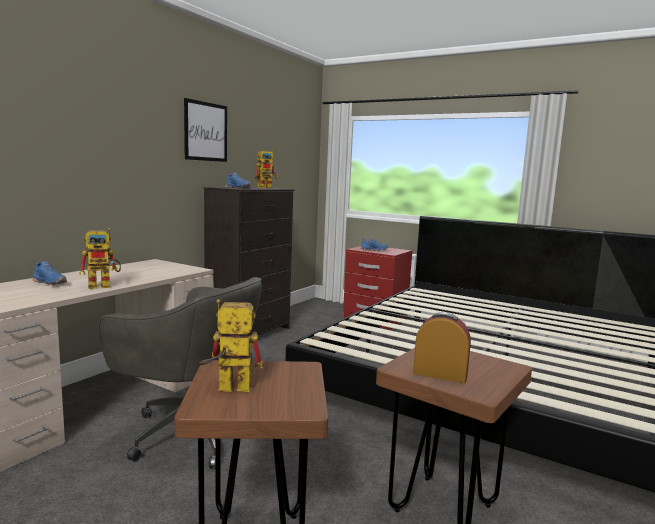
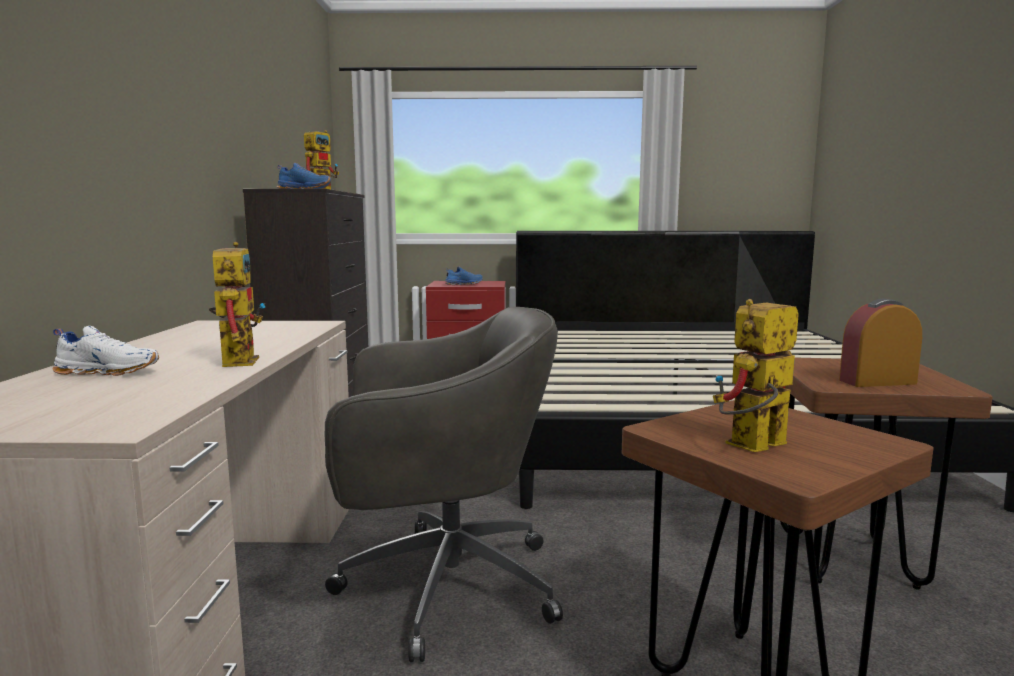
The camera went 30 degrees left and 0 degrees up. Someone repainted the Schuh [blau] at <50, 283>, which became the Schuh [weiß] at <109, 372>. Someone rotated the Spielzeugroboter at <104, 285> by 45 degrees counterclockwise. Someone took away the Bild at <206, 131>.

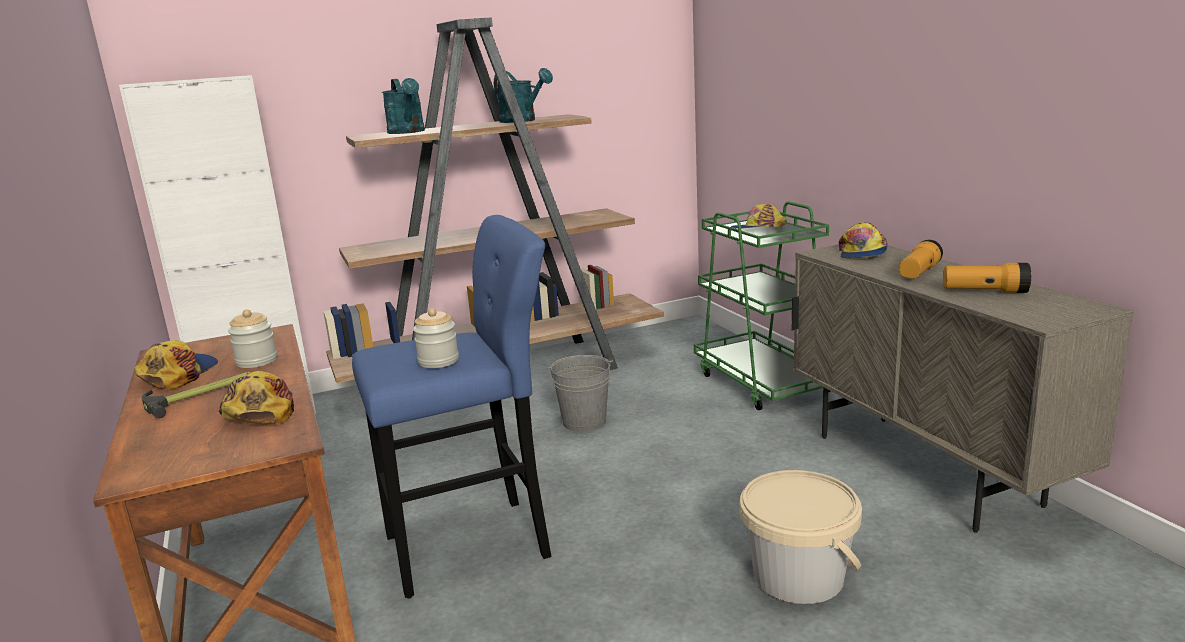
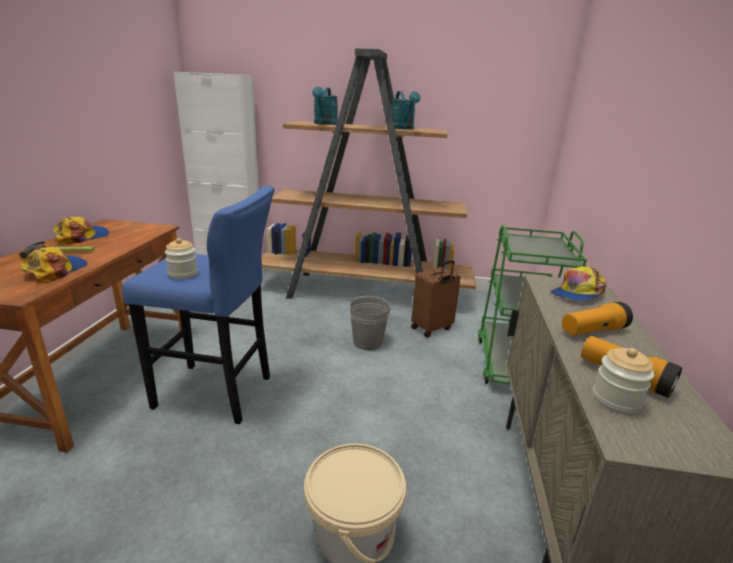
The camera went 30 degrees right and 5 degrees up. Someone carried the Vorratsglas from <257, 361> to <616, 401>. Someone took away the Kappe at <758, 229>. Someone put down the Koffer [braun] at <432, 329>.

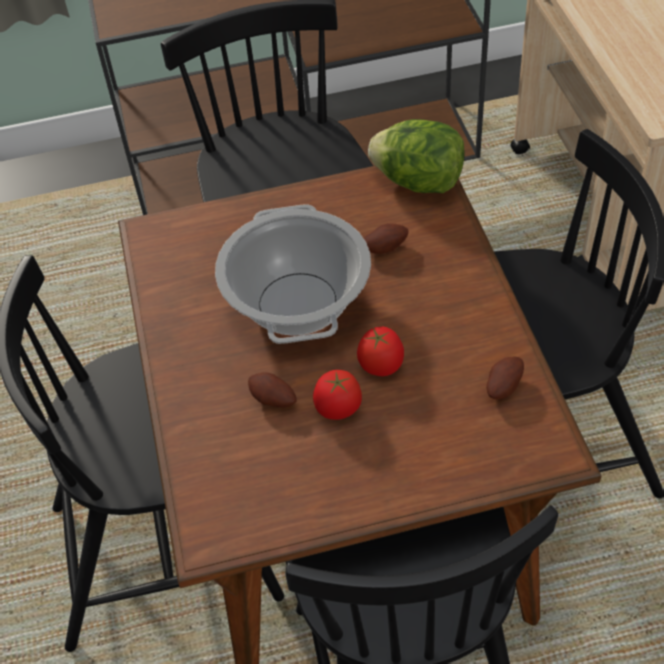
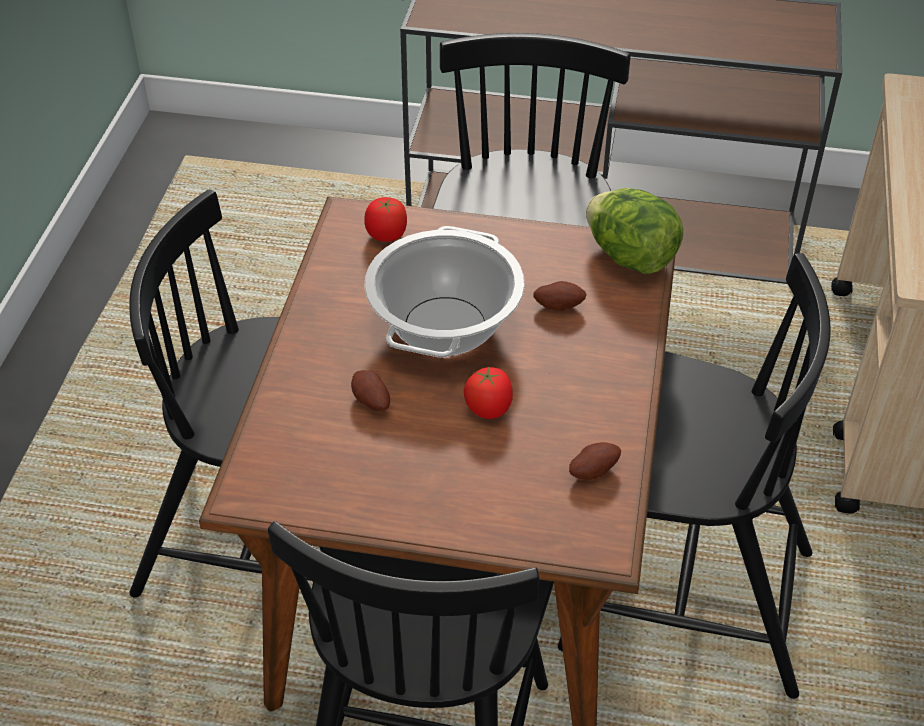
The camera went 20 degrees right and 5 degrees down. Someone carried the Tomate from <338, 408> to <386, 235>.

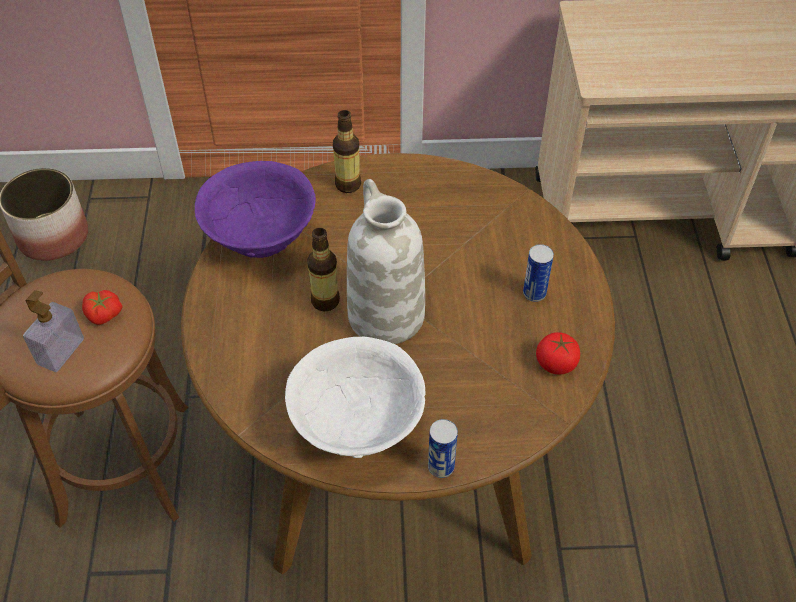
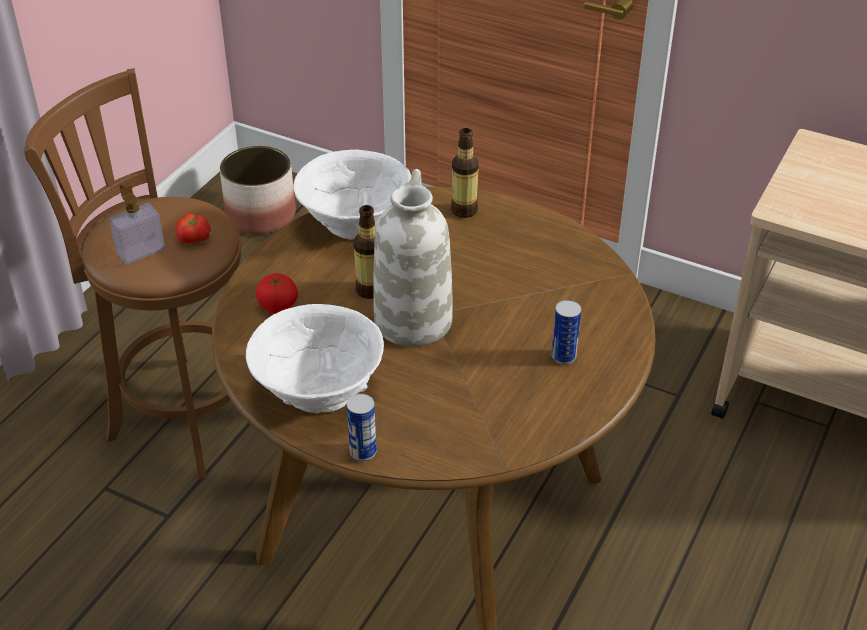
The camera went 30 degrees right and 10 degrees down. Someone repainted the Schüssel [lila] at <261, 239>, which became the Schüssel [weiß] at <355, 224>. Someone carried the Tomate from <555, 363> to <277, 306>.

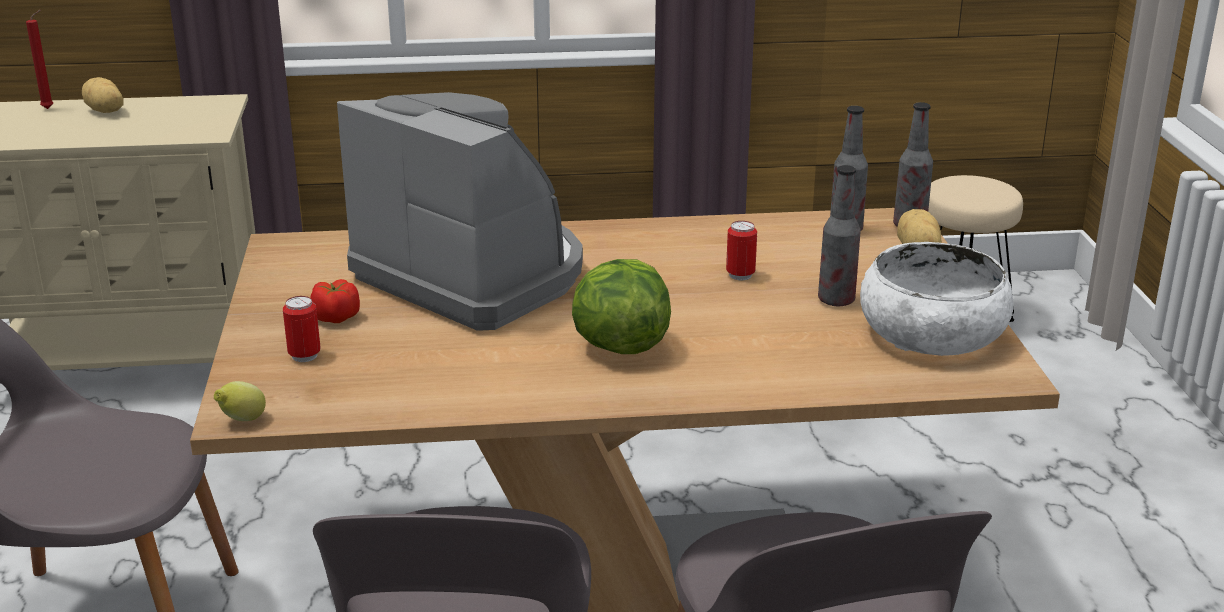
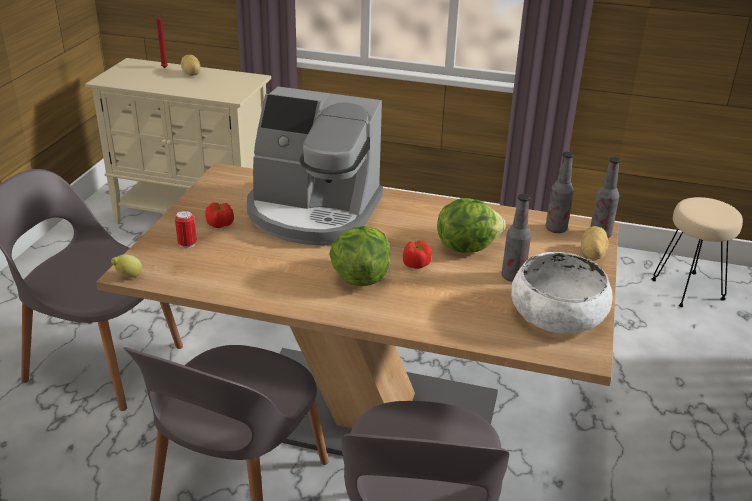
The camera went 20 degrees right and 5 degrees up. Someone rotated the Kaffeemaschine at <474, 274> by 135 degrees clockwise. Someone swapped the Dose at <740, 275> for the Salatkopf at <466, 246>. Someone put down the Tomate at <416, 264>.

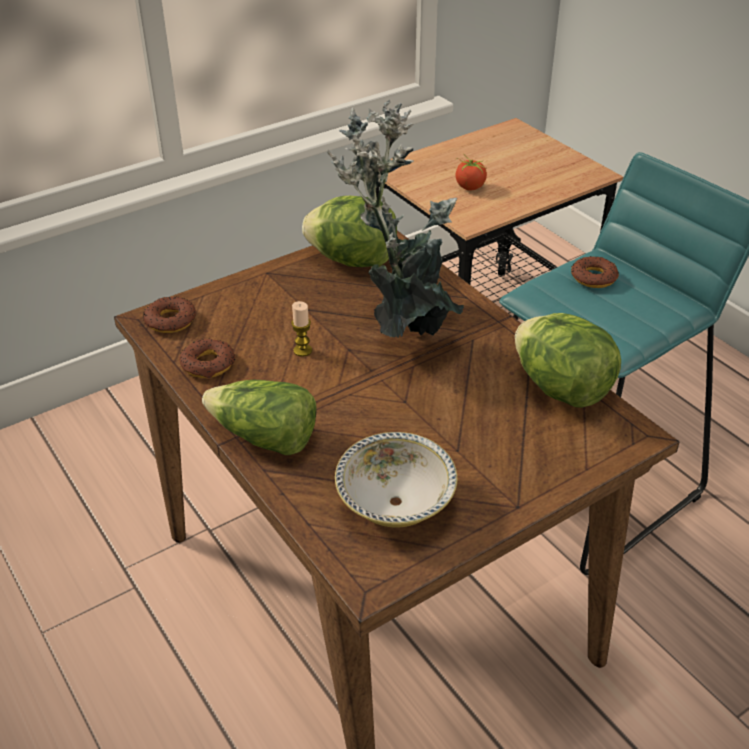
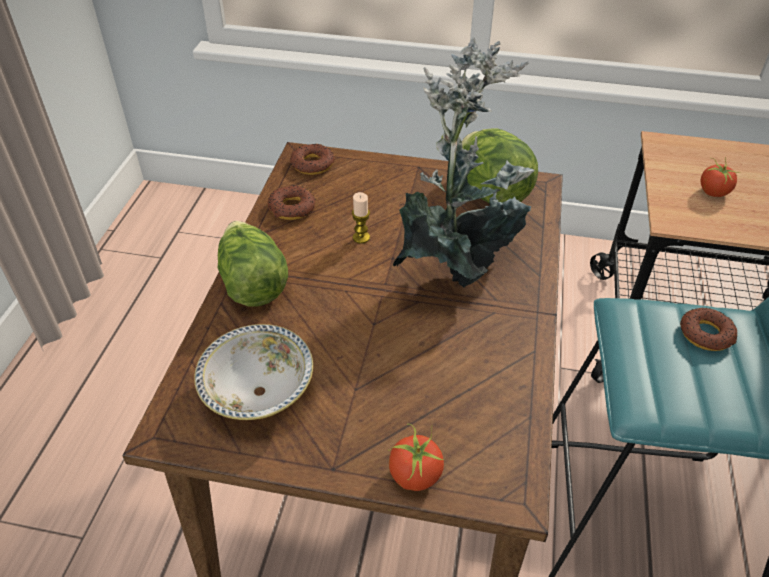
The camera went 45 degrees right and 5 degrees up. Someone took away the Salatkopf at <561, 389>. Someone put down the Tomate at <415, 475>.

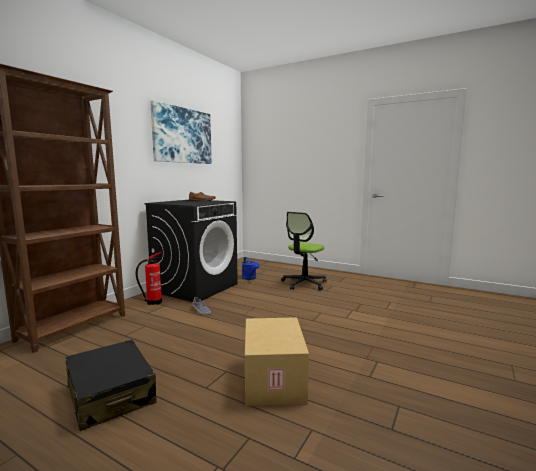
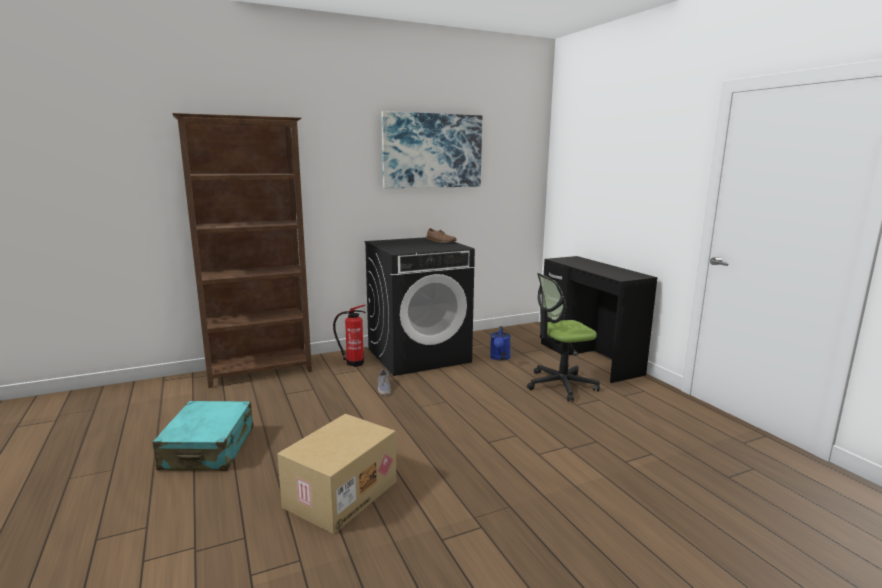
The camera went 35 degrees right and 5 degrees up. Someone repainted the Koffer [schwarz] at <111, 394>, which became the Koffer [türkis] at <209, 448>. Someone put down the Schreibtisch [schwarz] at <589, 358>.

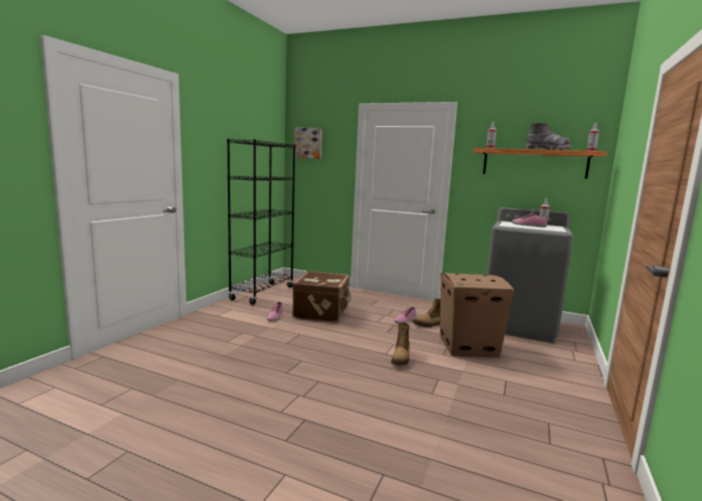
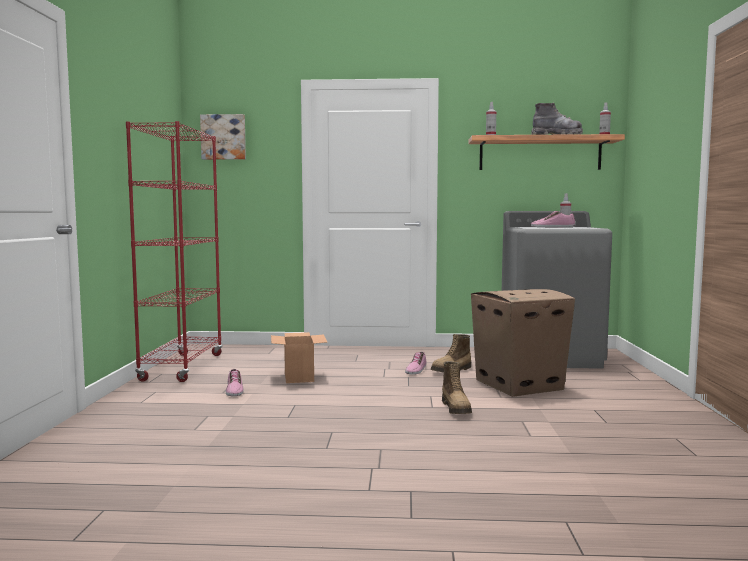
The camera went 20 degrees left and 5 degrees down. Someone repainted the Bücherregal [schwarz] at <262, 293>, which became the Bücherregal [rot] at <182, 367>. Someone swapped the Koffer [braun] at <322, 312> for the Karton at <298, 377>.

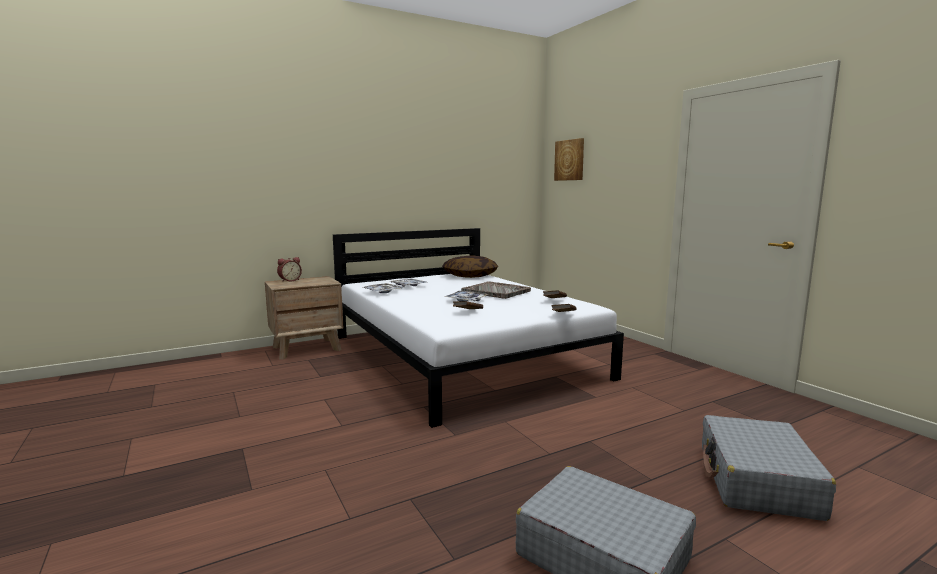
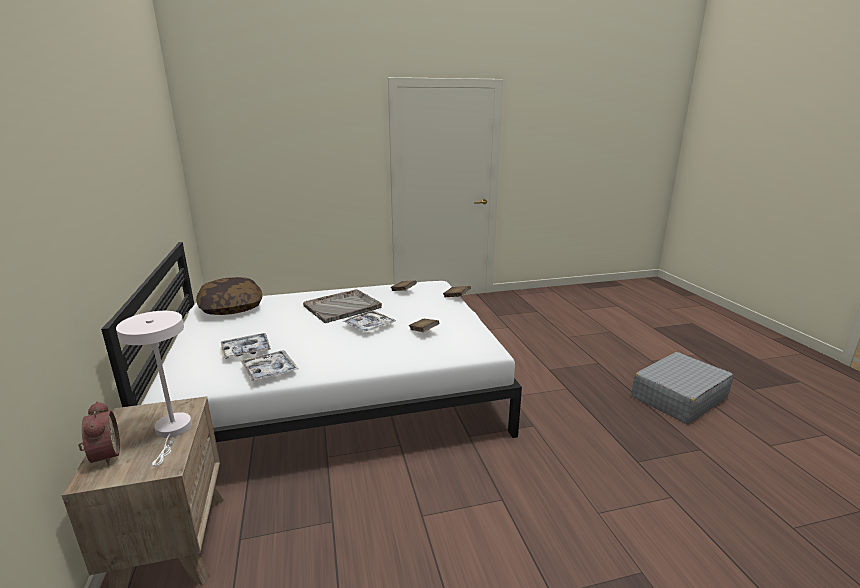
The camera went 75 degrees left and 10 degrees up. Someone took away the Bild at <569, 160>. Someone took away the Koffer [grau] at <757, 481>. Someone put down the Tischlampe [weiß] at <173, 431>.

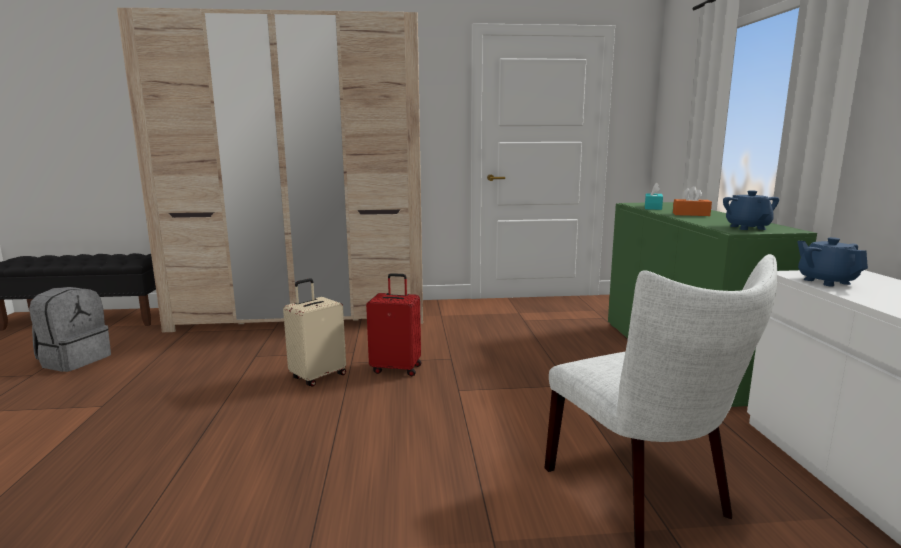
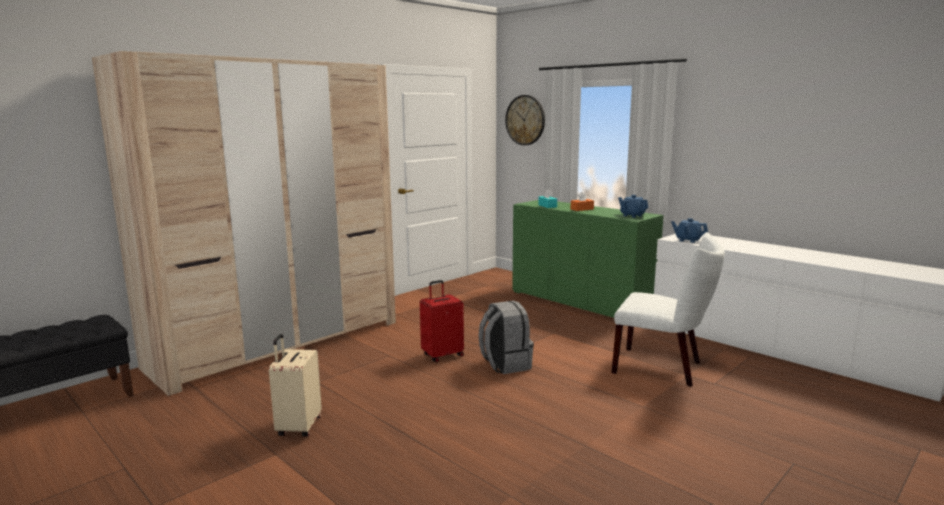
The camera went 40 degrees left and 0 degrees up. Someone carried the Rucksack [grau] from <75, 360> to <505, 364>. Someone carried the Koffer [beige] from <318, 376> to <298, 427>. Someone put up the Wanduhr at <525, 120>.

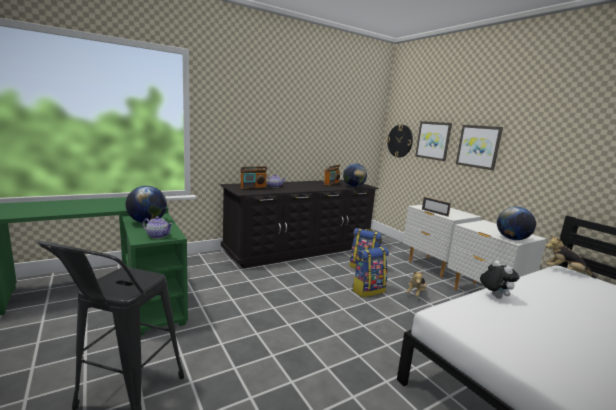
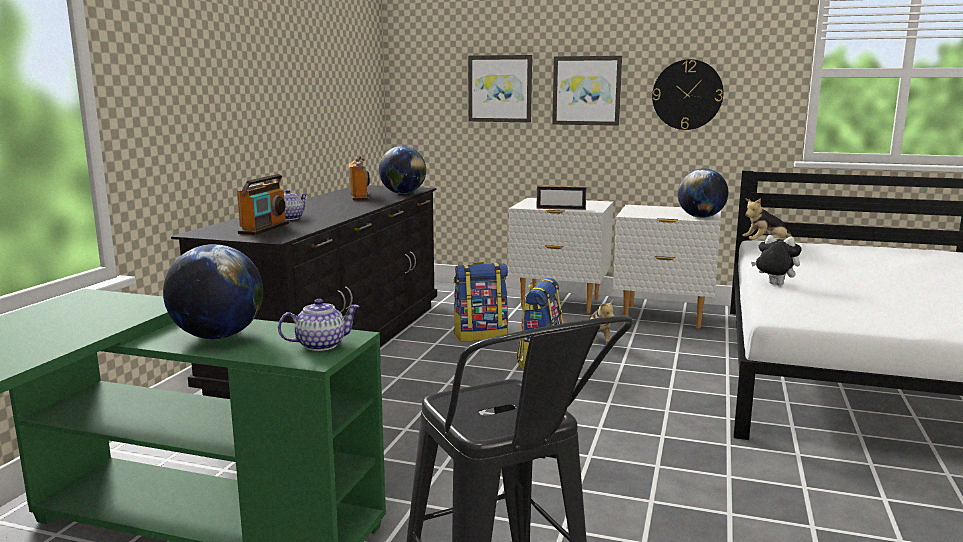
The camera went 40 degrees left and 0 degrees up. Someone carried the Wanduhr from <400, 141> to <687, 94>.

